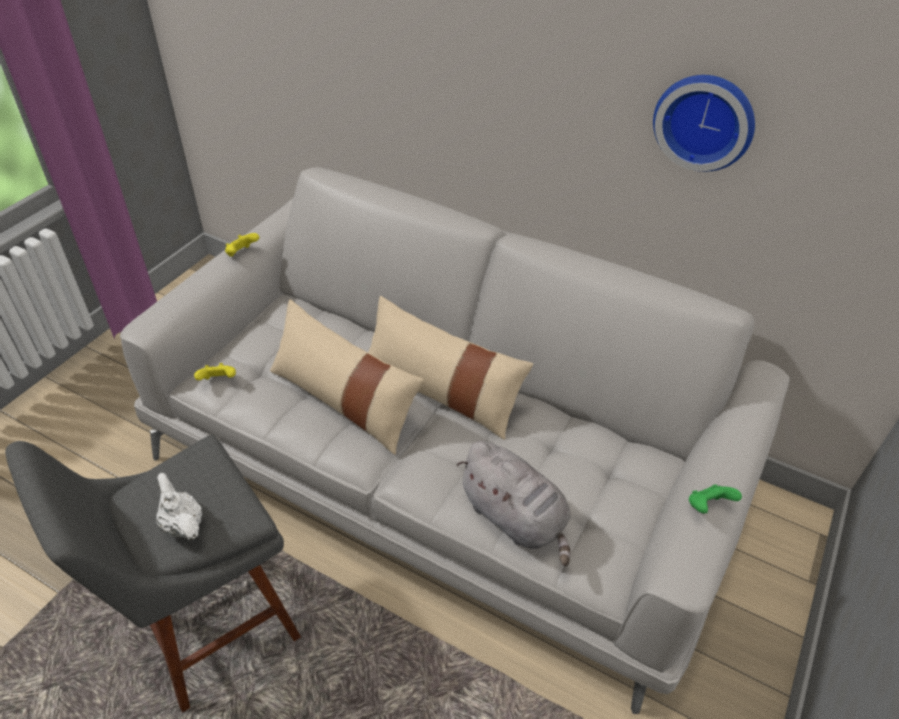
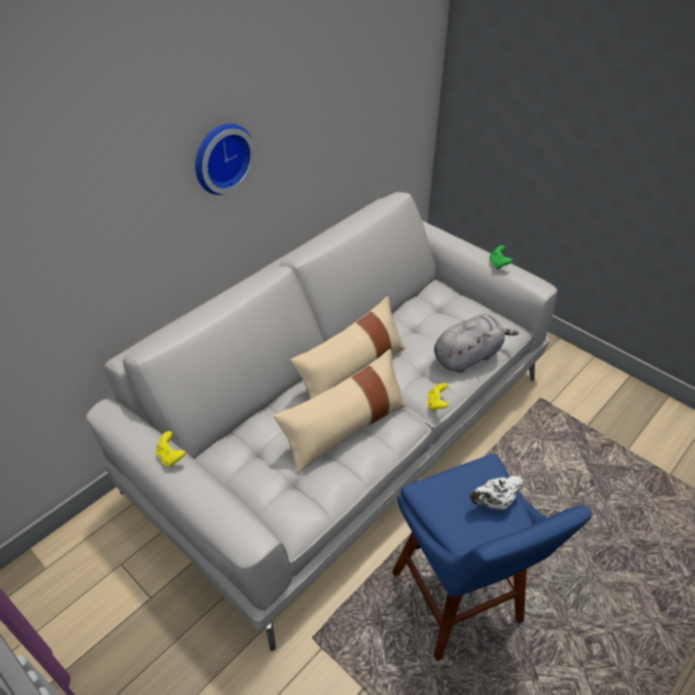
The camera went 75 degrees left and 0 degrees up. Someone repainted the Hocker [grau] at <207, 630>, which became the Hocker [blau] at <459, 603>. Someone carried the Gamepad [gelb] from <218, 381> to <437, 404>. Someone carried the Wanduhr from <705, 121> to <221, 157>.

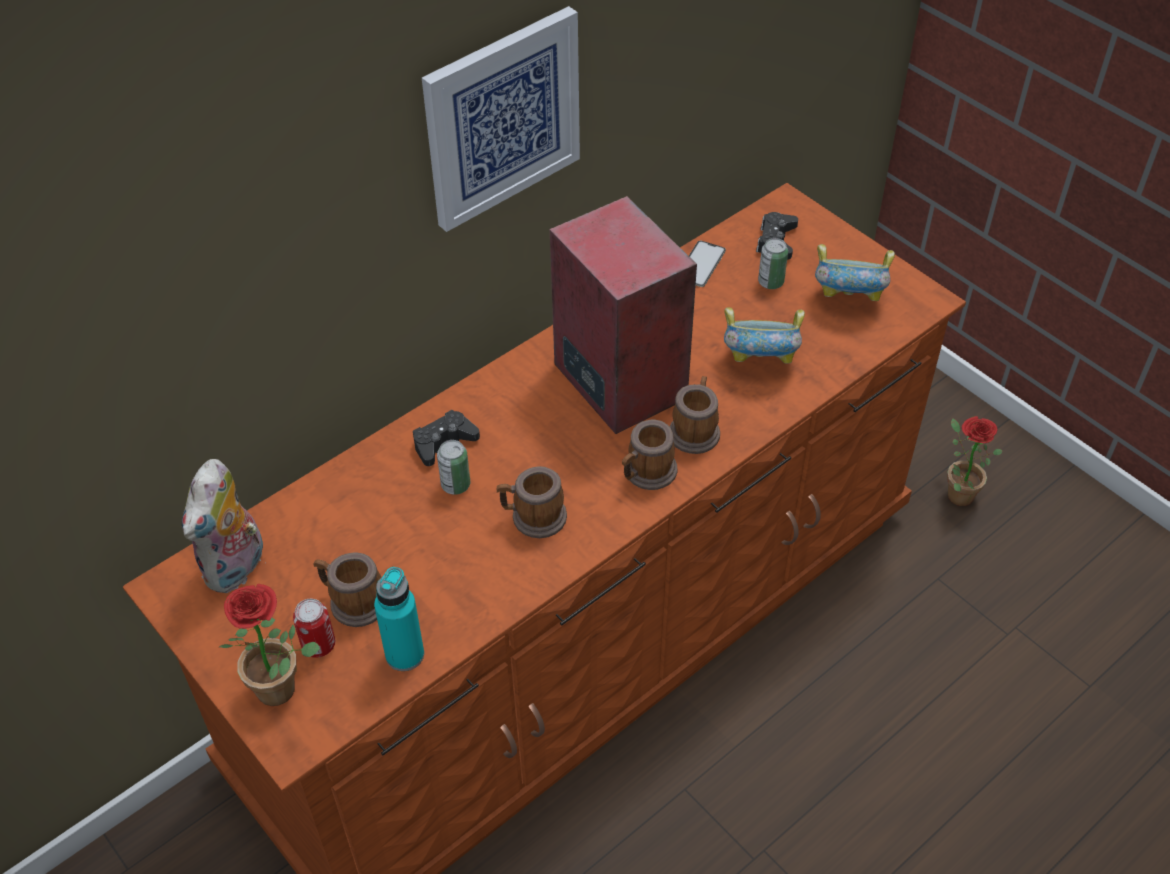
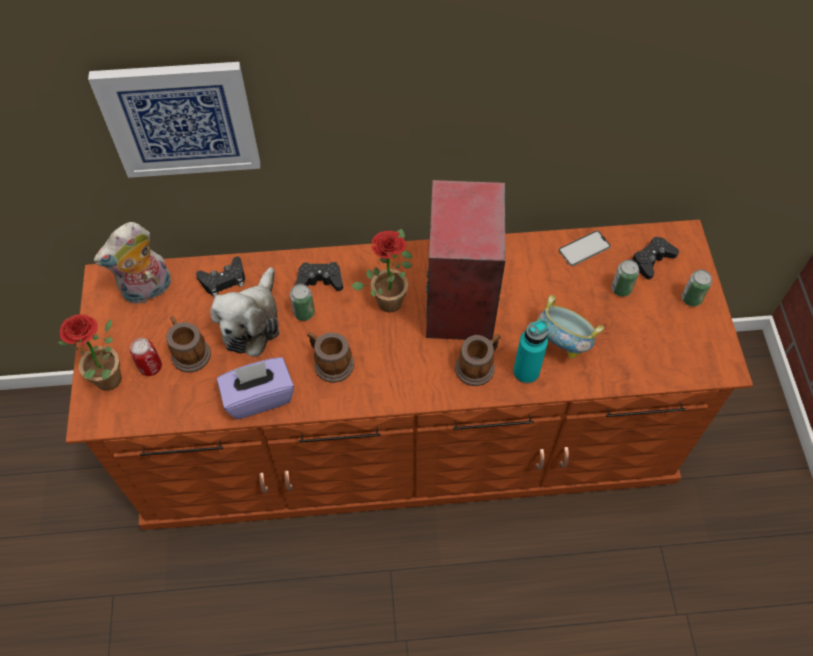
The camera went 35 degrees right and 10 degrees up. Someone carried the Flasche [türkis] from <404, 654> to <526, 372>. Someone carried the Bild from <502, 118> to <180, 119>. Someone took away the Henkelbecher at <646, 474>. Someone took away the Schüssel at <848, 299>. Someone carried the Topfpflanze from <955, 492> to <389, 297>. Someone put down the Gamepad [schwarz] at <224, 280>. Someone put down the Plüschtier at <252, 322>. Someone put down the Taschentuchbox [lila] at <259, 396>. Someone put down the Dose at <691, 299>.

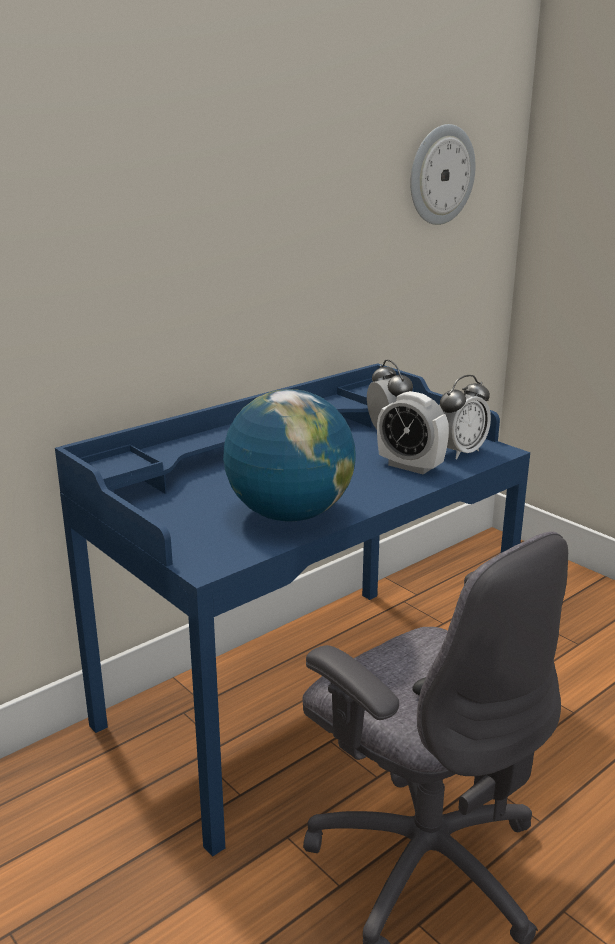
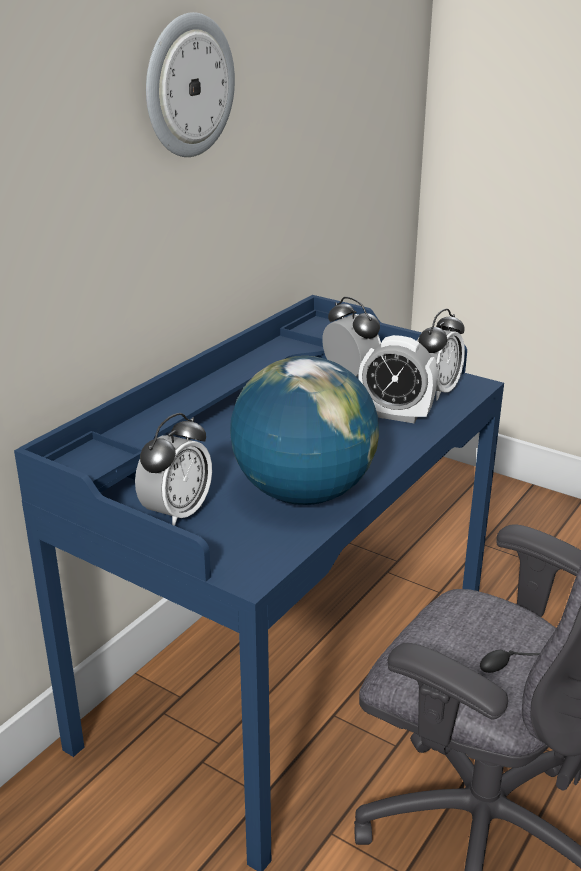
The camera went 15 degrees left and 5 degrees up. Someone carried the Wanduhr from <440, 175> to <188, 86>. Someone put down the Wecker at <177, 513>.

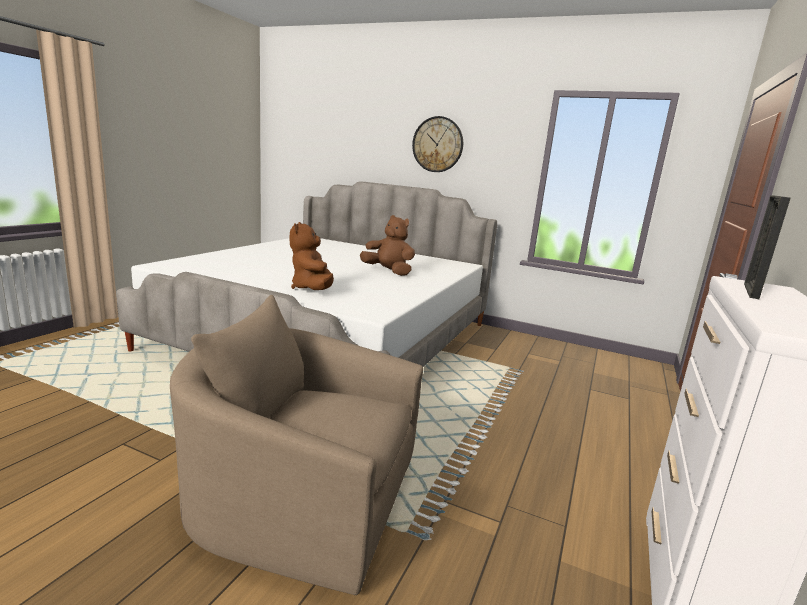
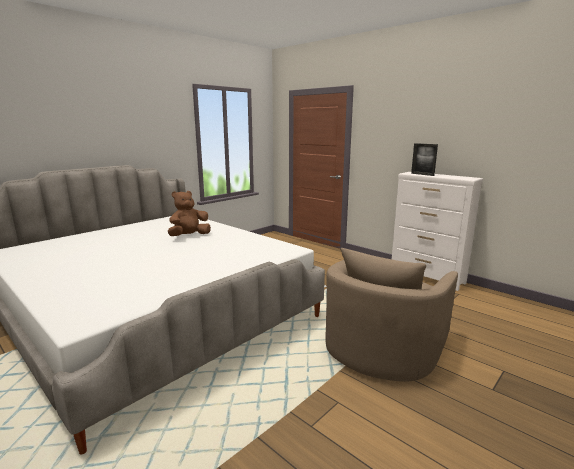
The camera went 70 degrees left and 0 degrees up. Someone took away the Plüschtier [braun] at <312, 289>. Someone took away the Wanduhr at <437, 144>.

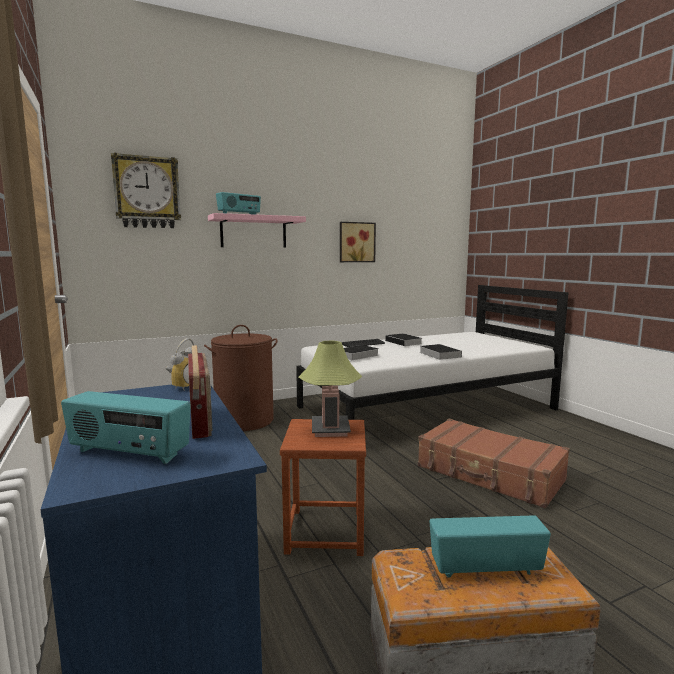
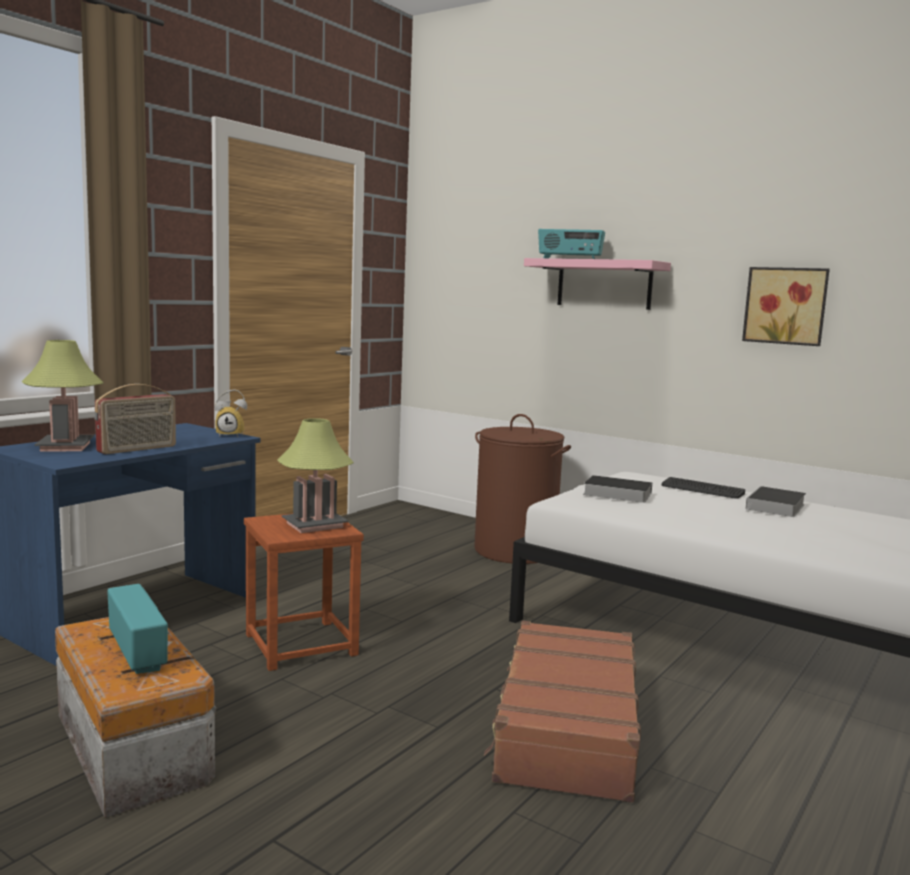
The camera went 60 degrees right and 0 degrees up. Someone swapped the Radio at <128, 453> for the Tischlampe at <65, 447>. Someone took away the Wanduhr at <147, 192>. Someone took away the Buch at <438, 354>.

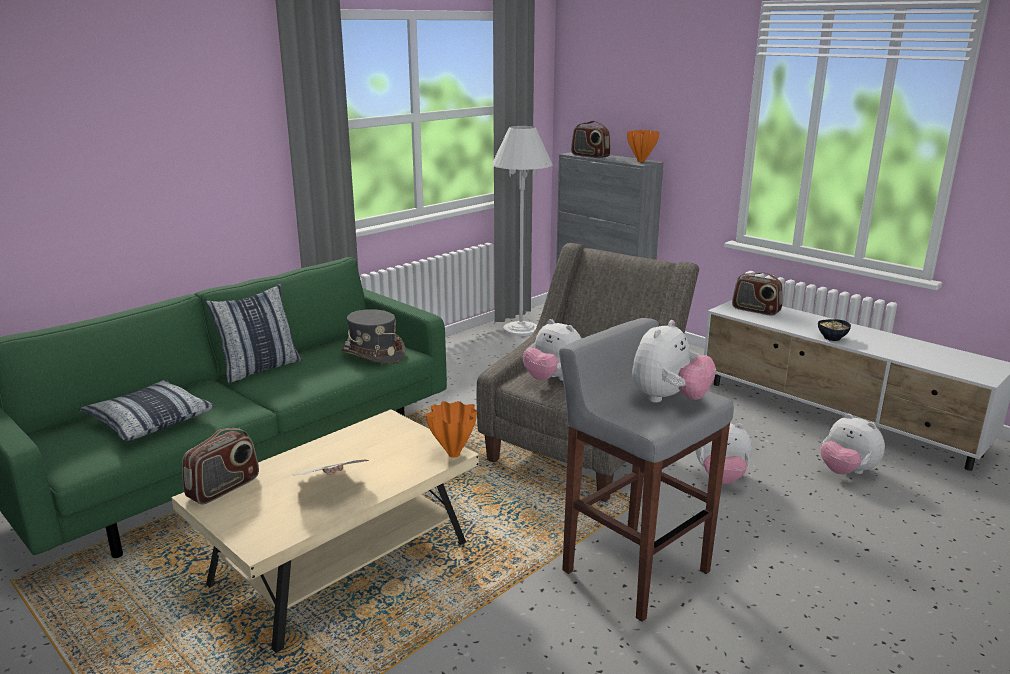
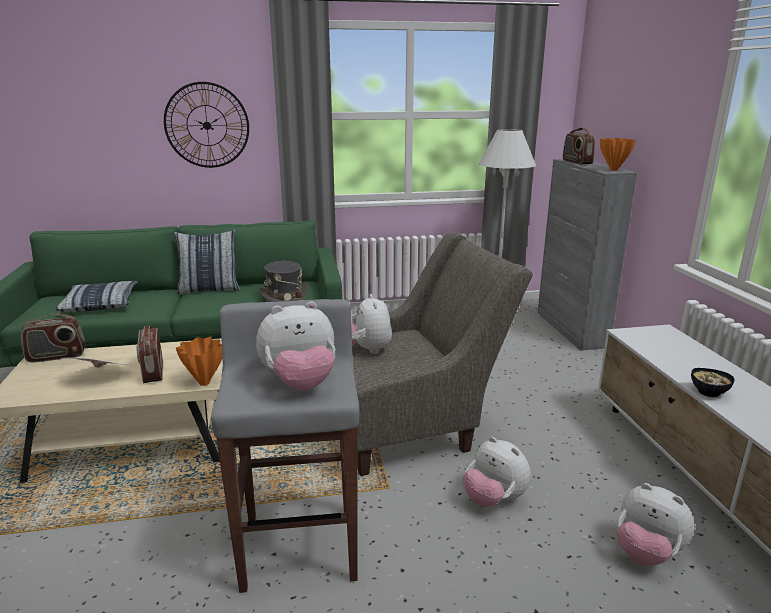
The camera went 35 degrees right and 0 degrees up. Someone carried the Radio from <755, 310> to <153, 371>. Someone rotated the Plüschtier at <846, 472> by 45 degrees counterclockwise. Someone put up the Wanduhr at <207, 125>.

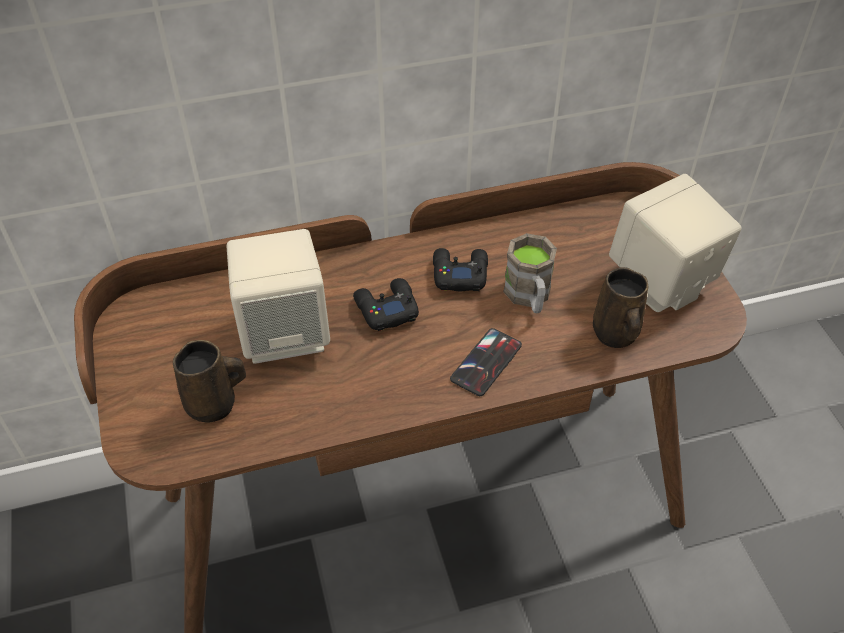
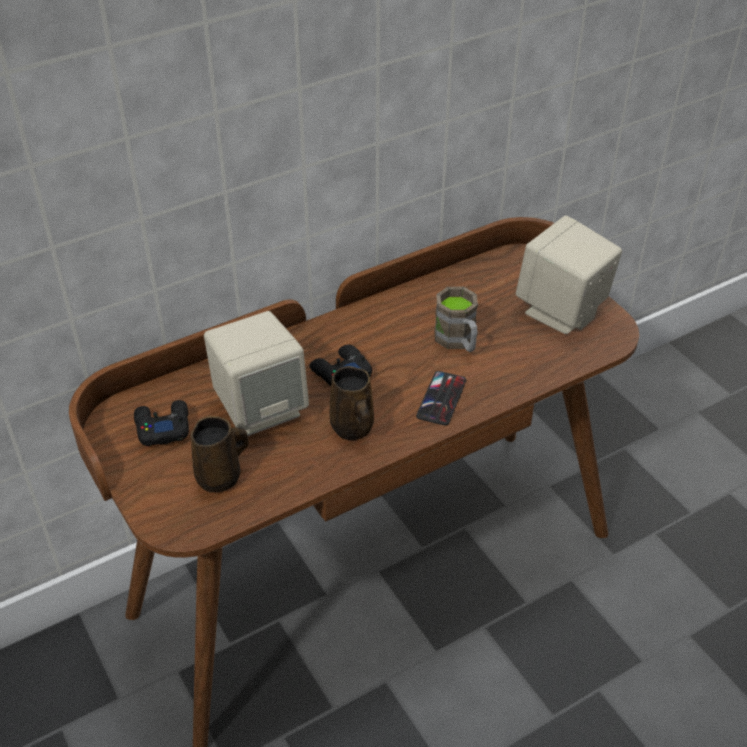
The camera went 15 degrees left and 5 degrees down. Someone carried the Gamepad [schwarz] from <459, 273> to <162, 427>. Someone carried the Henkelbecher [braun] from <615, 335> to <353, 429>.

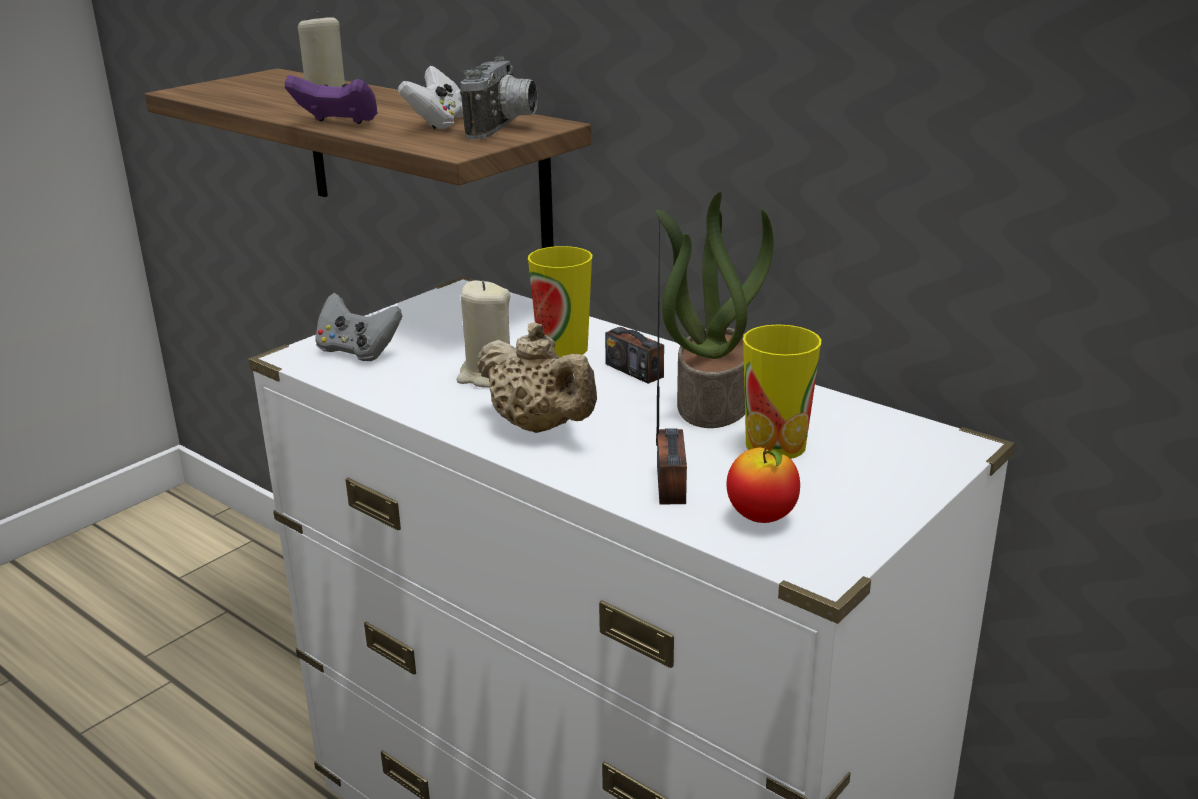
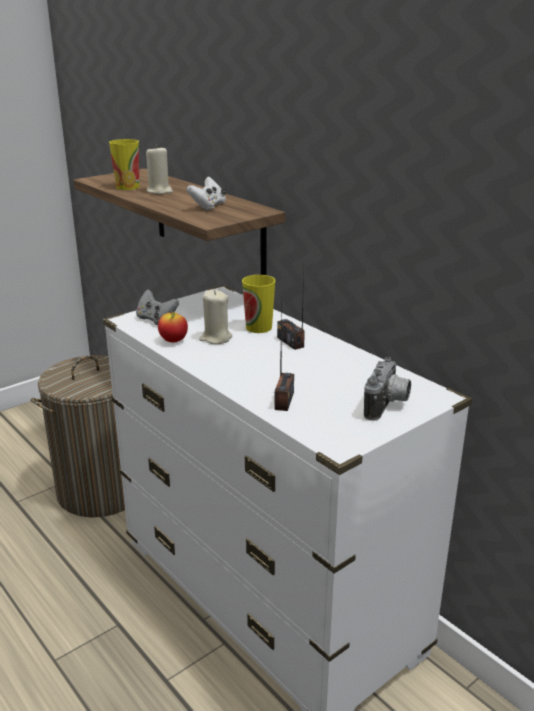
The camera went 10 degrees right and 0 degrees up. Someone took away the Gamepad [lila] at <338, 123>. Someone carried the Kamera from <505, 128> to <388, 406>. Someone took away the Teekanne [beige] at <539, 427>. Someone took away the Topfpflanze at <712, 401>. Someone carried the Apfel from <761, 517> to <173, 341>. Someone carried the Tasse from <775, 445> to <127, 187>. Someone put down the Wäschekorb at <102, 490>.

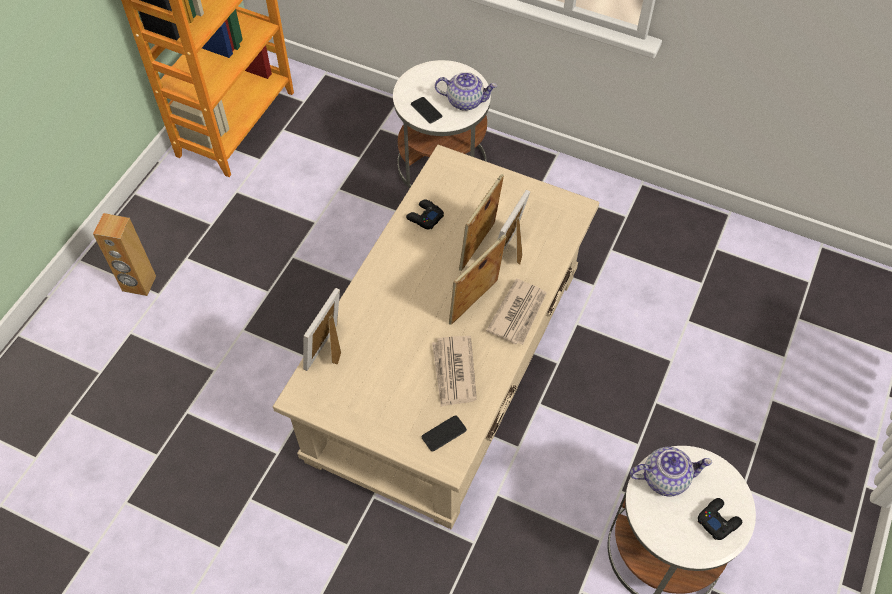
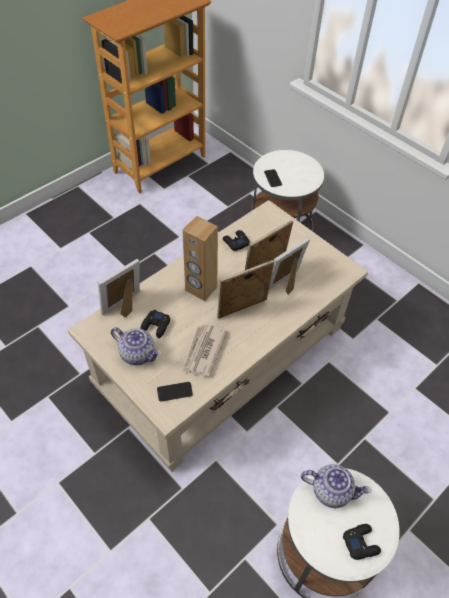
The camera went 20 degrees right and 5 degrees down. Someone carried the Lautsprecher [braun] from <139, 284> to <200, 289>. Someone carried the Teekanne from <465, 101> to <138, 354>. Someone took away the Zeitung at <518, 313>. Someone put down the Gamepad [schwarz] at <156, 326>.

